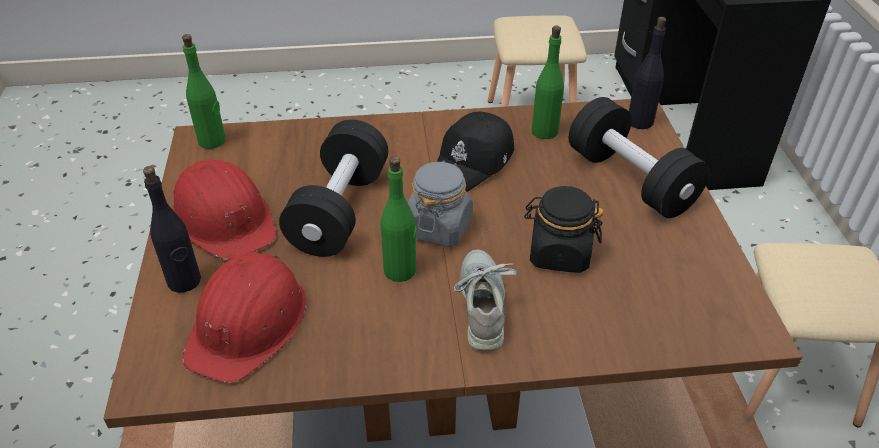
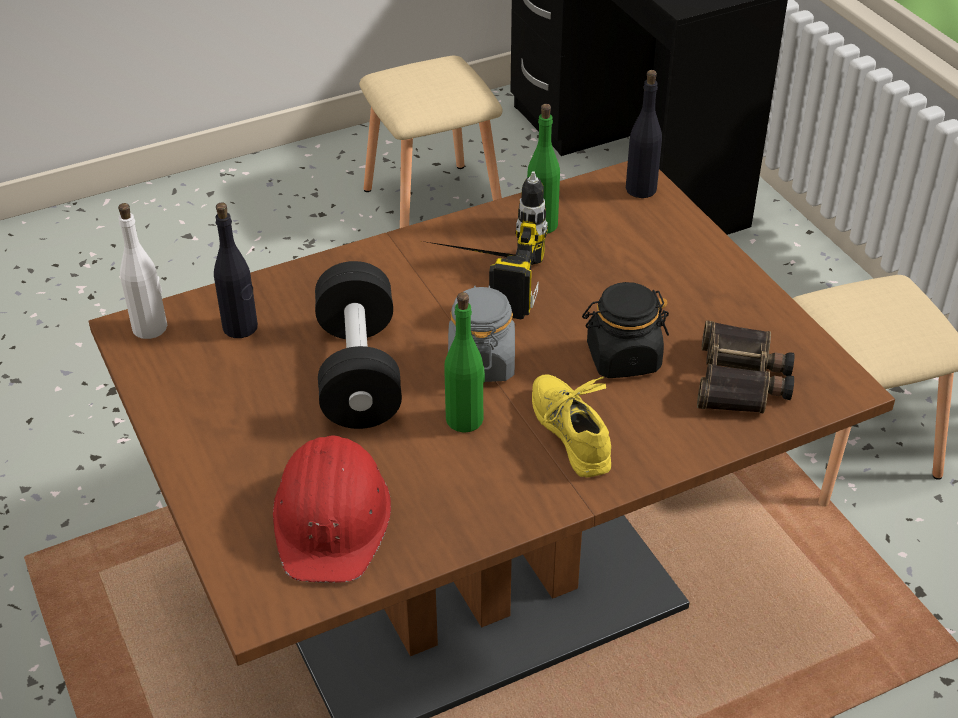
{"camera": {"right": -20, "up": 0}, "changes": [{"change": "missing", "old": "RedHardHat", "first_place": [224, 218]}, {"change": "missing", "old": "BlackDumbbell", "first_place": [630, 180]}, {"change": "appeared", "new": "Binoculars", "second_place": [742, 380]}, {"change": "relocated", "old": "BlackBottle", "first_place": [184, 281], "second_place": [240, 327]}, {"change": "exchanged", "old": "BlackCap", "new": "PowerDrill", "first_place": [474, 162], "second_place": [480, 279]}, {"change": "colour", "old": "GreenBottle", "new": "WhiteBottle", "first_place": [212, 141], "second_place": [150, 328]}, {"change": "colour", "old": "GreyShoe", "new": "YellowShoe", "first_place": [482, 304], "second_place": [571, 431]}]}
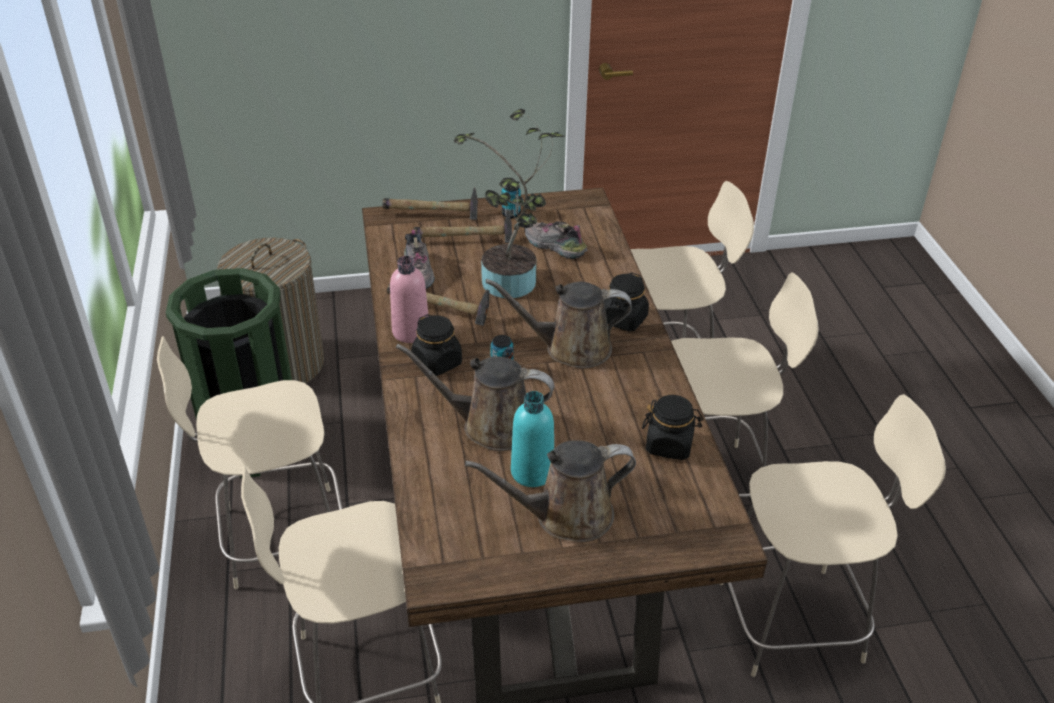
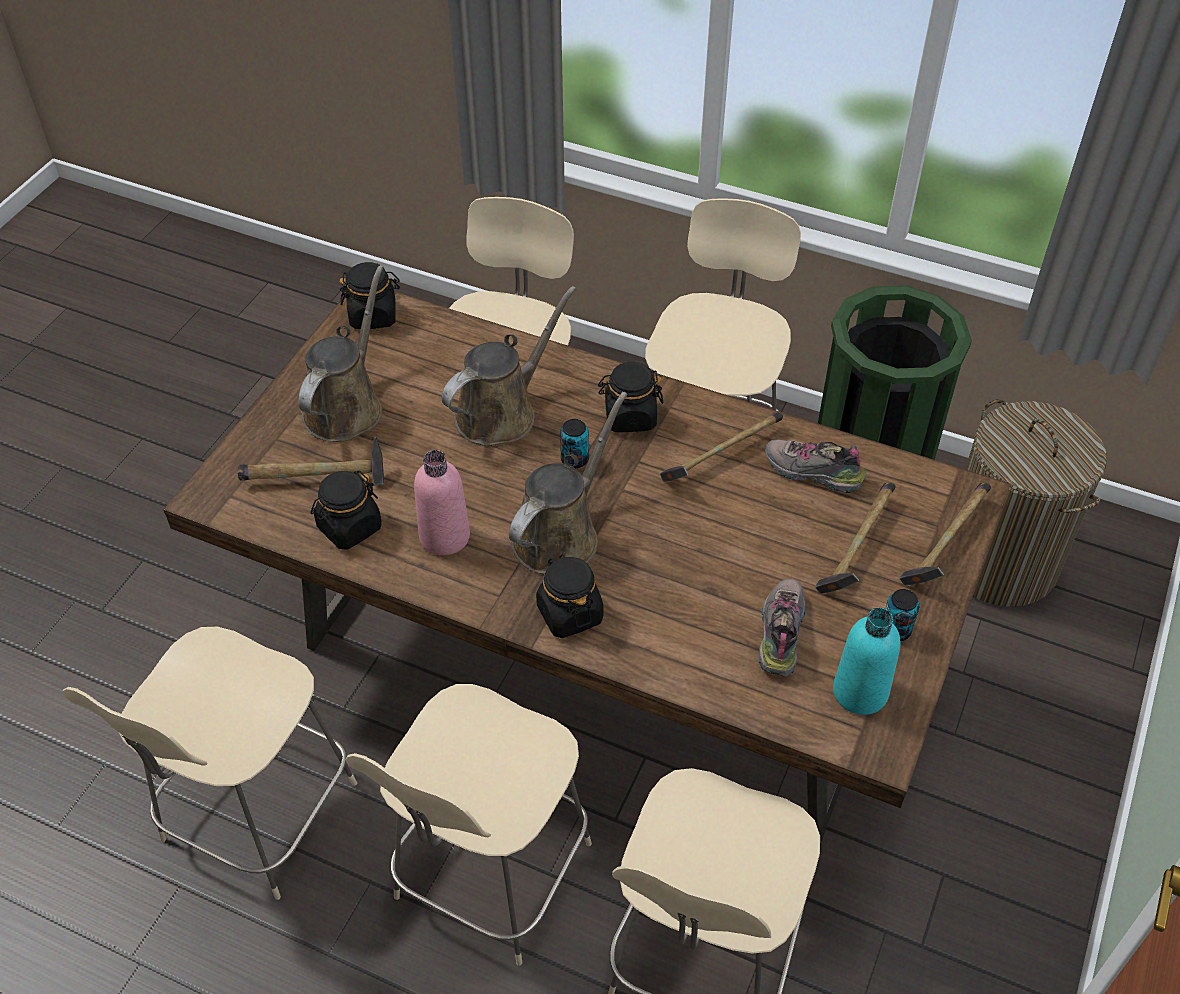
{"camera": {"right": 125, "up": 10}, "changes": [{"change": "missing", "old": "PottedPlant", "first_place": [511, 286]}, {"change": "appeared", "new": "Hammer", "second_place": [318, 480]}, {"change": "appeared", "new": "BlackJar", "second_place": [373, 315]}, {"change": "relocated", "old": "PinkBottle", "first_place": [411, 332], "second_place": [444, 536]}, {"change": "relocated", "old": "TurquoiseBottle", "first_place": [532, 472], "second_place": [860, 692]}, {"change": "spun", "old": "Shoe", "first_place": [553, 246], "second_place": [779, 632], "degrees": -60}]}
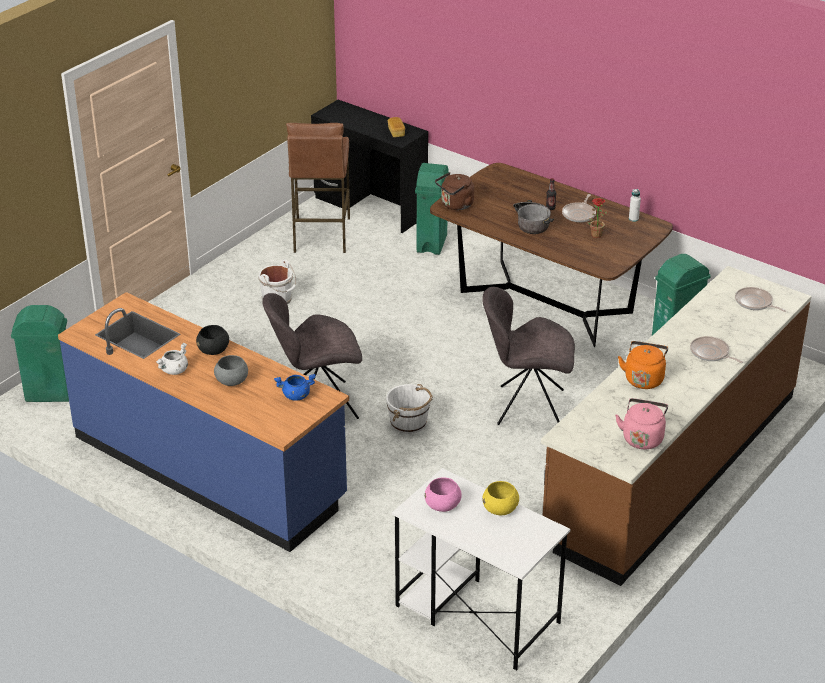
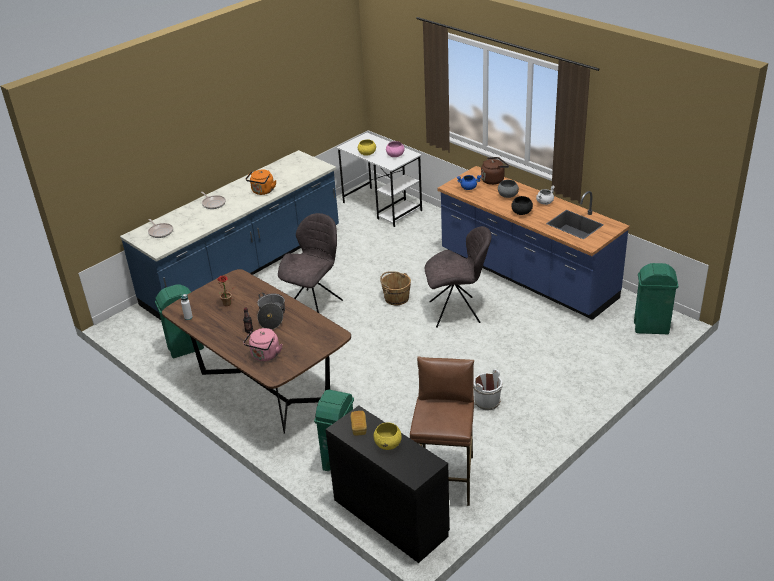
{"camera": {"right": -170, "up": 0}, "changes": [{"change": "missing", "old": "FryingPan", "first_place": [579, 214]}, {"change": "appeared", "new": "YellowBowl", "second_place": [388, 444]}, {"change": "relocated", "old": "BrownKettle", "first_place": [455, 205], "second_place": [493, 180]}, {"change": "relocated", "old": "PinkKettle", "first_place": [642, 438], "second_place": [265, 356]}, {"change": "colour", "old": "WhiteBucket", "new": "BrownBucket", "first_place": [409, 423], "second_place": [396, 298]}, {"change": "colour", "old": "BrownCounter", "new": "BlueCounter", "first_place": [671, 466], "second_place": [244, 267]}, {"change": "spun", "old": "GreyChair", "first_place": [527, 407], "second_place": [315, 305], "degrees": -75}]}
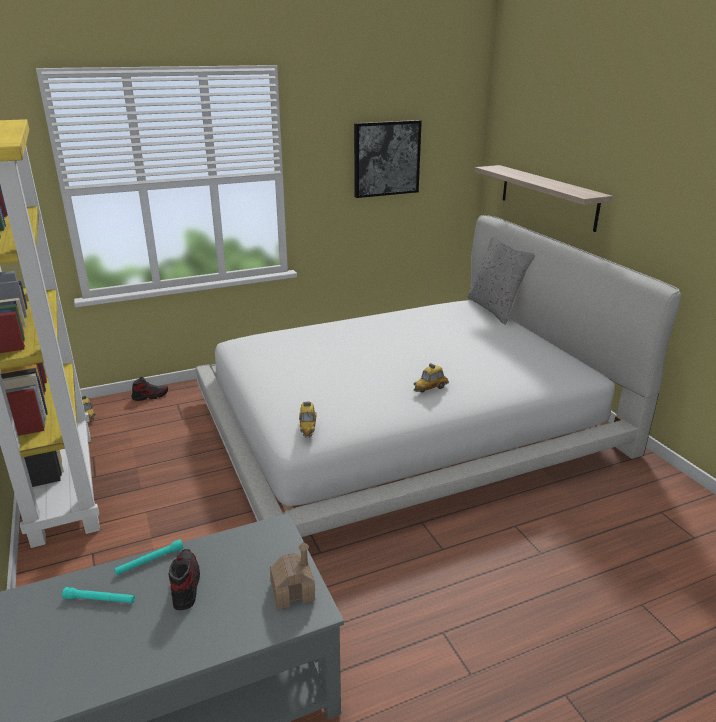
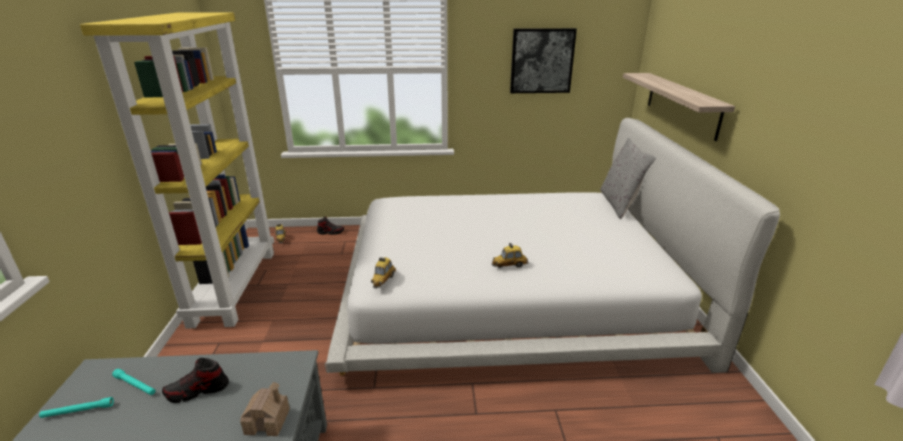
{"camera": {"right": 20, "up": 0}, "changes": [{"change": "relocated", "old": "TurquoiseFlashlight", "first_place": [150, 561], "second_place": [78, 411]}, {"change": "spun", "old": "Shoe", "first_place": [185, 585], "second_place": [198, 391], "degrees": -120}]}
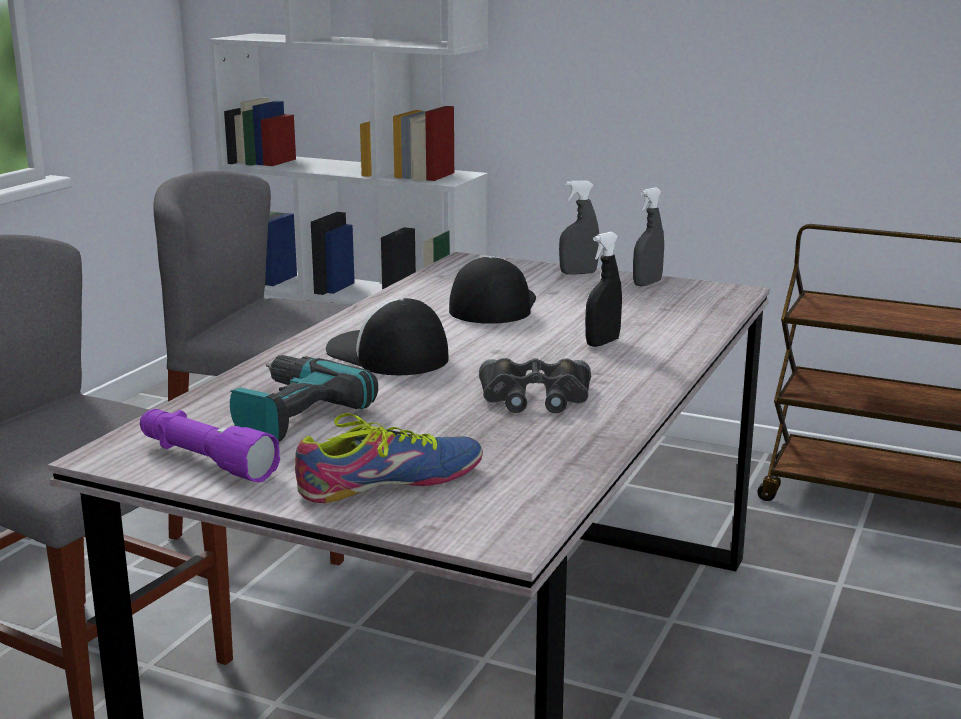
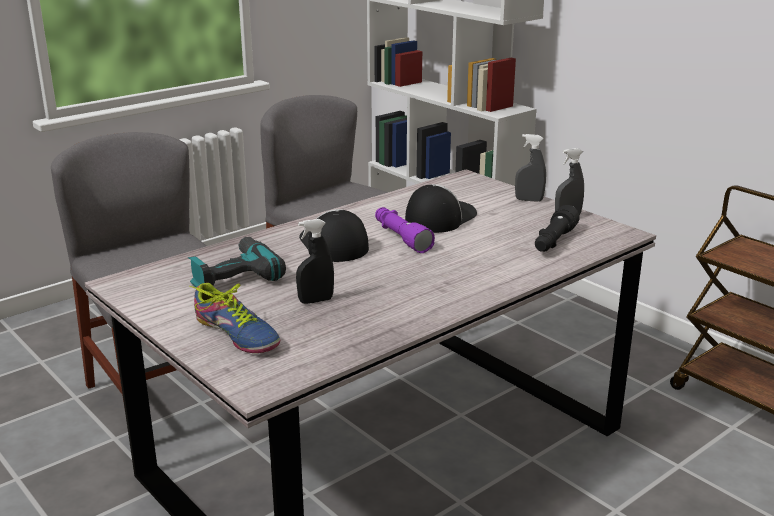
{"camera": {"right": 25, "up": 5}, "changes": [{"change": "missing", "old": "BlackBinoculars", "first_place": [535, 397]}, {"change": "appeared", "new": "BlackFlashlight", "second_place": [553, 242]}, {"change": "relocated", "old": "PurpleFlashlight", "first_place": [205, 461], "second_place": [401, 238]}, {"change": "relocated", "old": "BlackSprayBottle", "first_place": [602, 343], "second_place": [316, 300]}, {"change": "spun", "old": "Shoe", "first_place": [389, 481], "second_place": [237, 334], "degrees": 45}]}
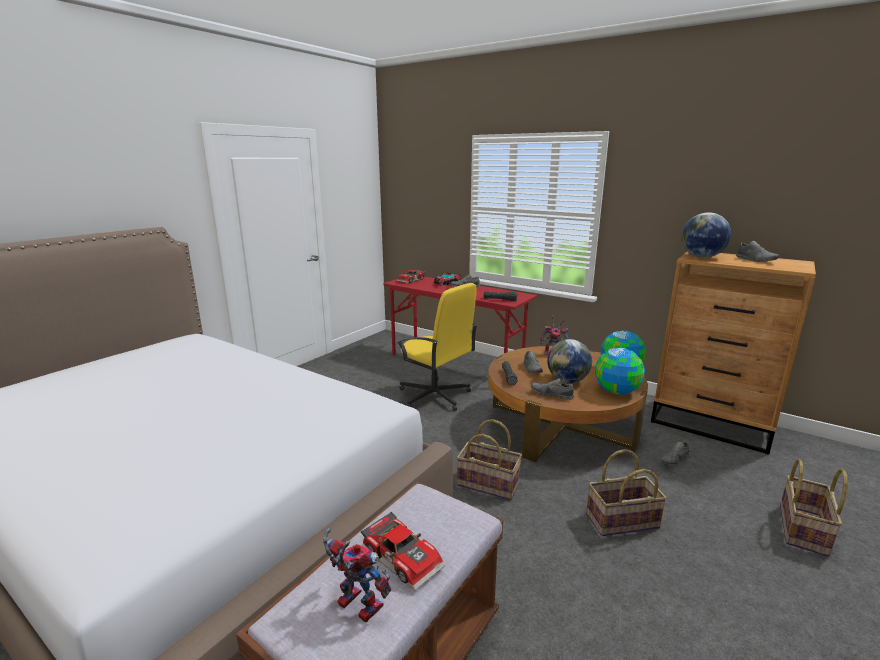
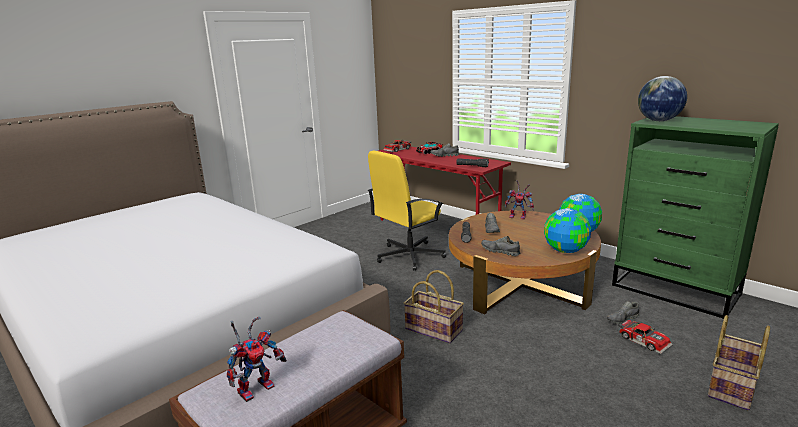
{"camera": {"right": 10, "up": 0}, "changes": [{"change": "missing", "old": "Globe", "first_place": [567, 381]}, {"change": "missing", "old": "Basket", "first_place": [622, 521]}, {"change": "missing", "old": "GreyShoe", "first_place": [755, 260]}, {"change": "relocated", "old": "ToyCar", "first_place": [404, 556], "second_place": [644, 340]}, {"change": "colour", "old": "BrownDresser", "new": "GreenDresser", "first_place": [712, 424], "second_place": [676, 290]}, {"change": "spun", "old": "ToyRobot", "first_place": [354, 605], "second_place": [257, 386], "degrees": 90}, {"change": "spun", "old": "YellowOfficeChair", "first_place": [435, 396], "second_place": [409, 256], "degrees": 90}]}
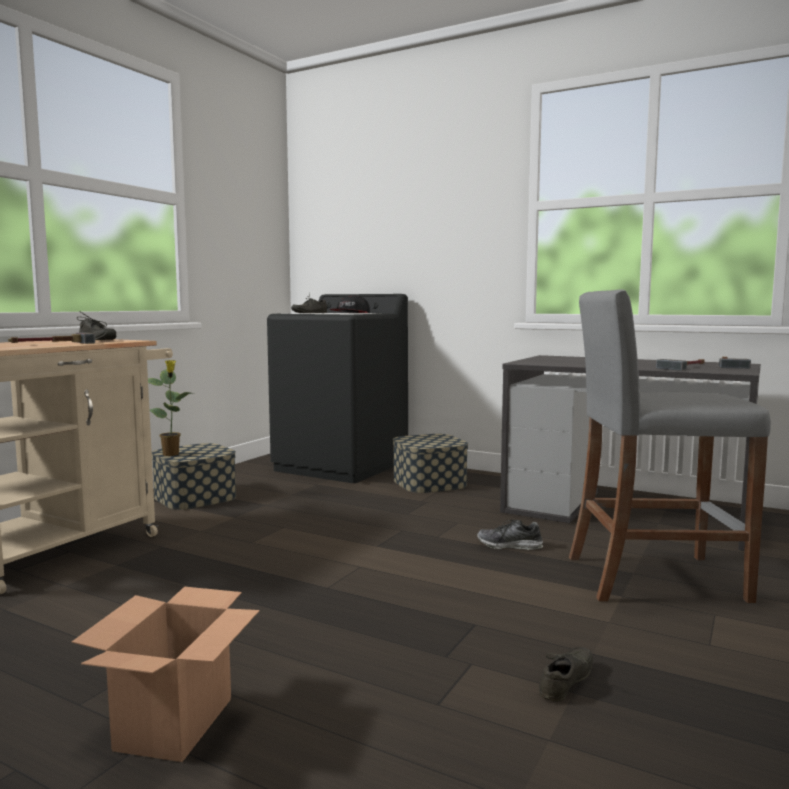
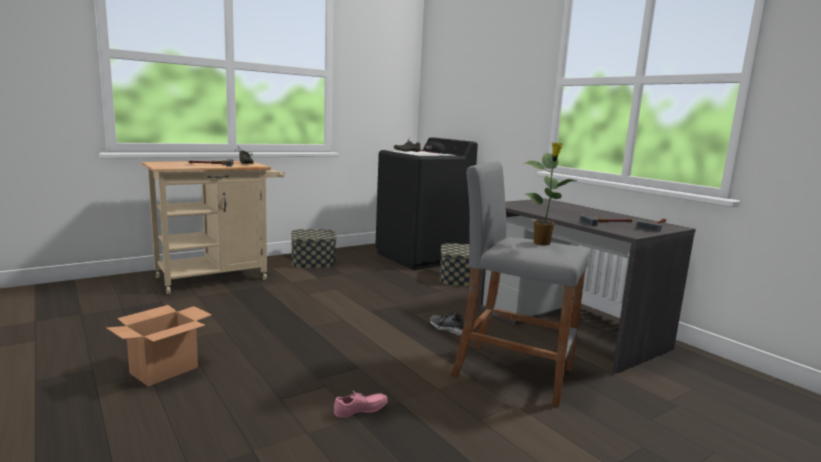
{"camera": {"right": 25, "up": 5}, "changes": [{"change": "relocated", "old": "PottedPlant", "first_place": [171, 454], "second_place": [542, 243]}, {"change": "colour", "old": "GreyShoe", "new": "PinkShoe", "first_place": [569, 682], "second_place": [361, 411]}]}
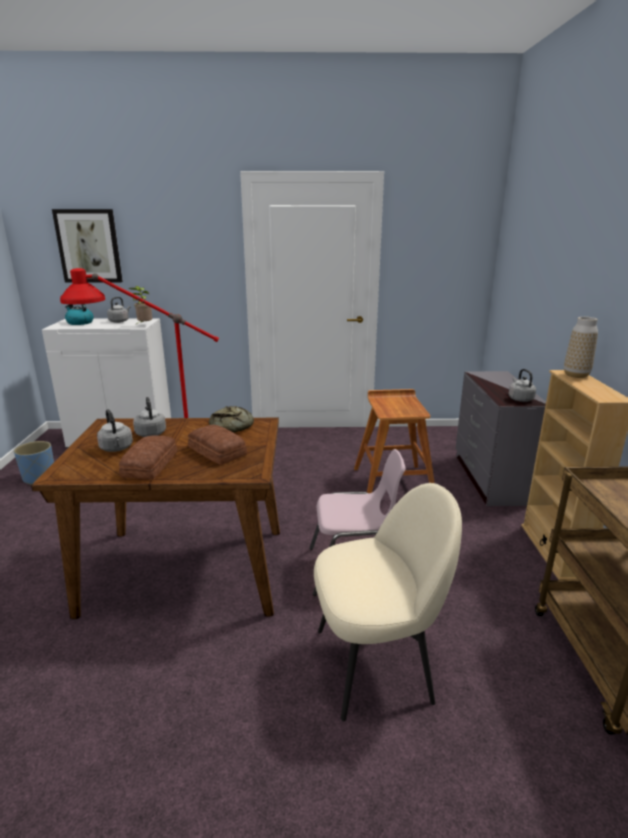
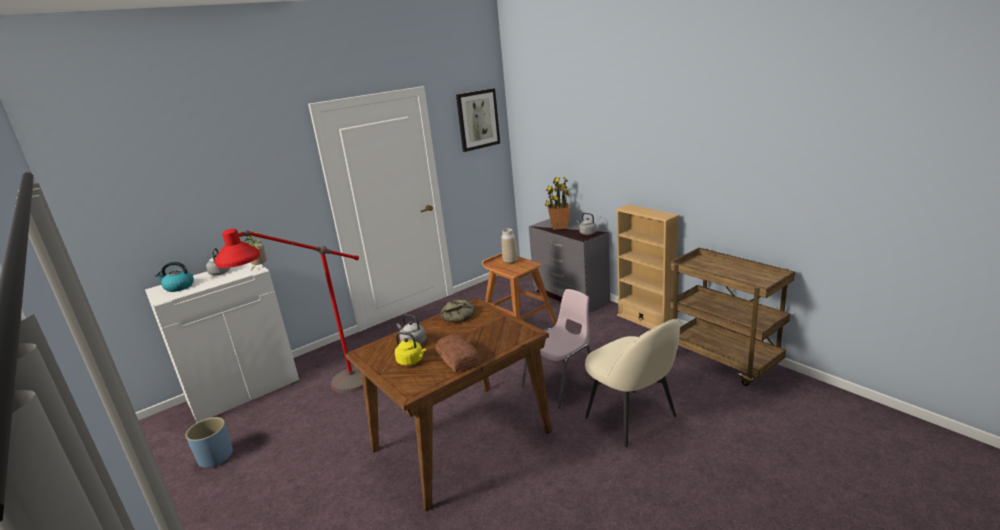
{"camera": {"right": -35, "up": 0}, "changes": [{"change": "missing", "old": "Bread", "first_place": [216, 452]}, {"change": "appeared", "new": "PottedPlant", "second_place": [559, 226]}, {"change": "relocated", "old": "Picture", "first_place": [89, 246], "second_place": [478, 119]}, {"change": "relocated", "old": "Vase", "first_place": [576, 375], "second_place": [510, 262]}, {"change": "colour", "old": "GreyKettle", "new": "YellowKettle", "first_place": [117, 448], "second_place": [411, 361]}, {"change": "spun", "old": "BeigeChair", "first_place": [376, 663], "second_place": [632, 418], "degrees": 105}]}
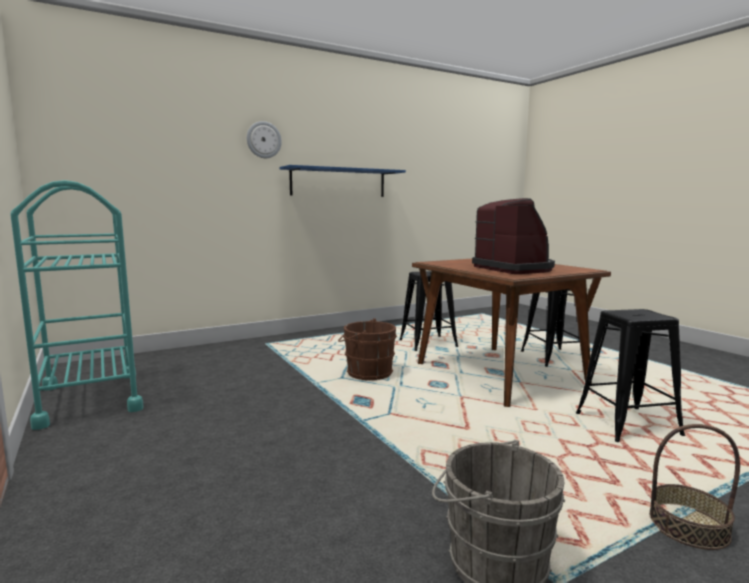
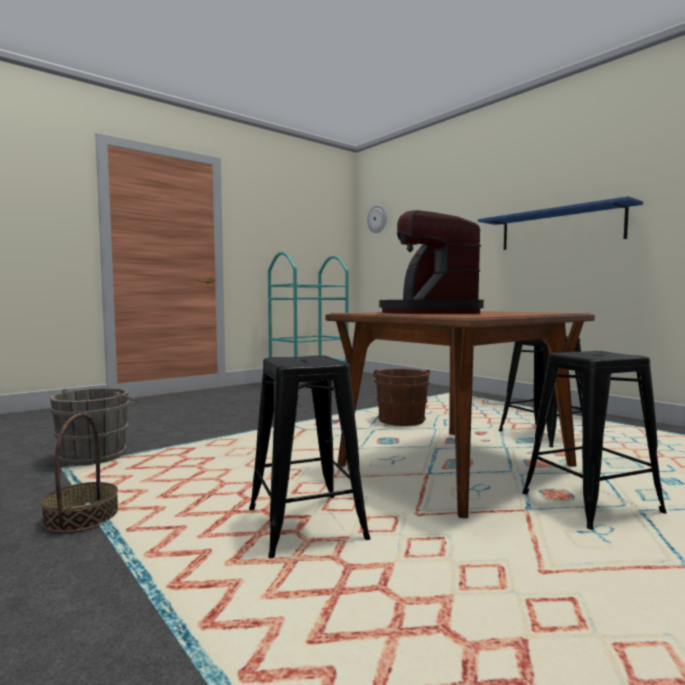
{"camera": {"right": 80, "up": -5}, "changes": [{"change": "relocated", "old": "WallClock", "first_place": [263, 140], "second_place": [377, 219]}, {"change": "spun", "old": "CoffeeMachine", "first_place": [514, 269], "second_place": [428, 313], "degrees": 120}]}
